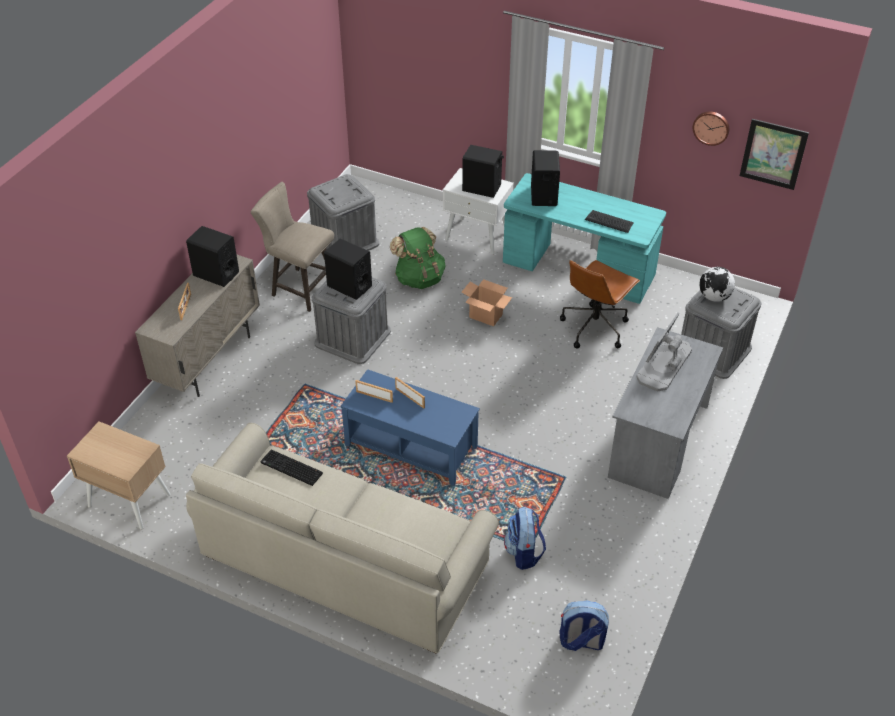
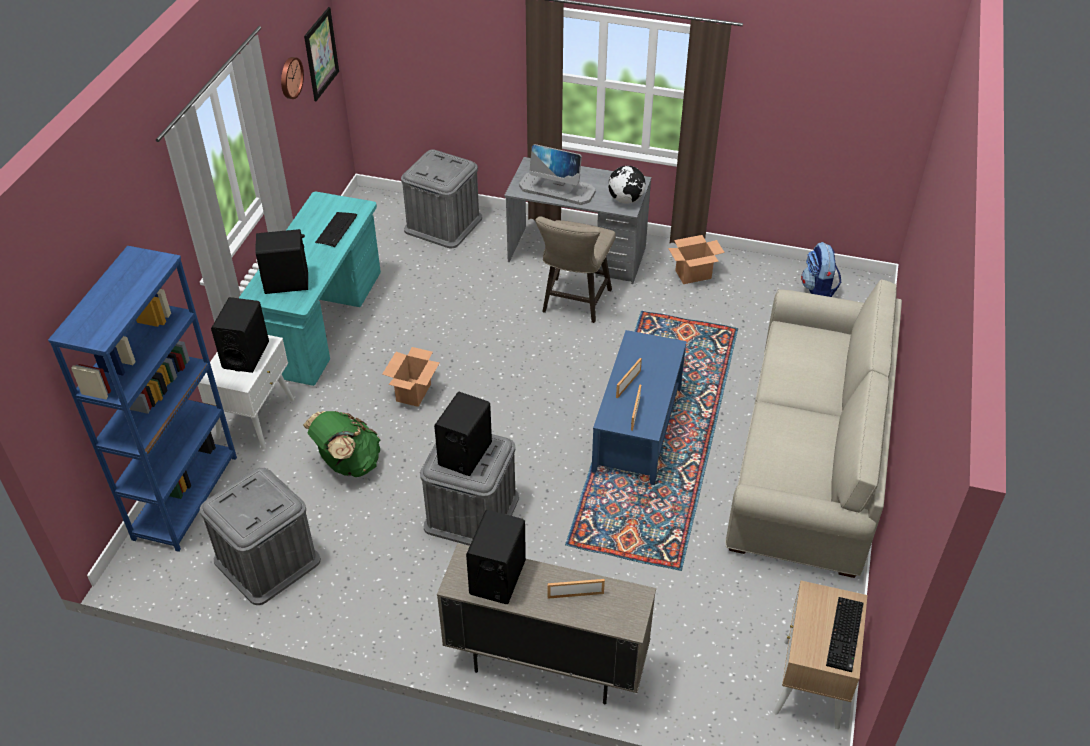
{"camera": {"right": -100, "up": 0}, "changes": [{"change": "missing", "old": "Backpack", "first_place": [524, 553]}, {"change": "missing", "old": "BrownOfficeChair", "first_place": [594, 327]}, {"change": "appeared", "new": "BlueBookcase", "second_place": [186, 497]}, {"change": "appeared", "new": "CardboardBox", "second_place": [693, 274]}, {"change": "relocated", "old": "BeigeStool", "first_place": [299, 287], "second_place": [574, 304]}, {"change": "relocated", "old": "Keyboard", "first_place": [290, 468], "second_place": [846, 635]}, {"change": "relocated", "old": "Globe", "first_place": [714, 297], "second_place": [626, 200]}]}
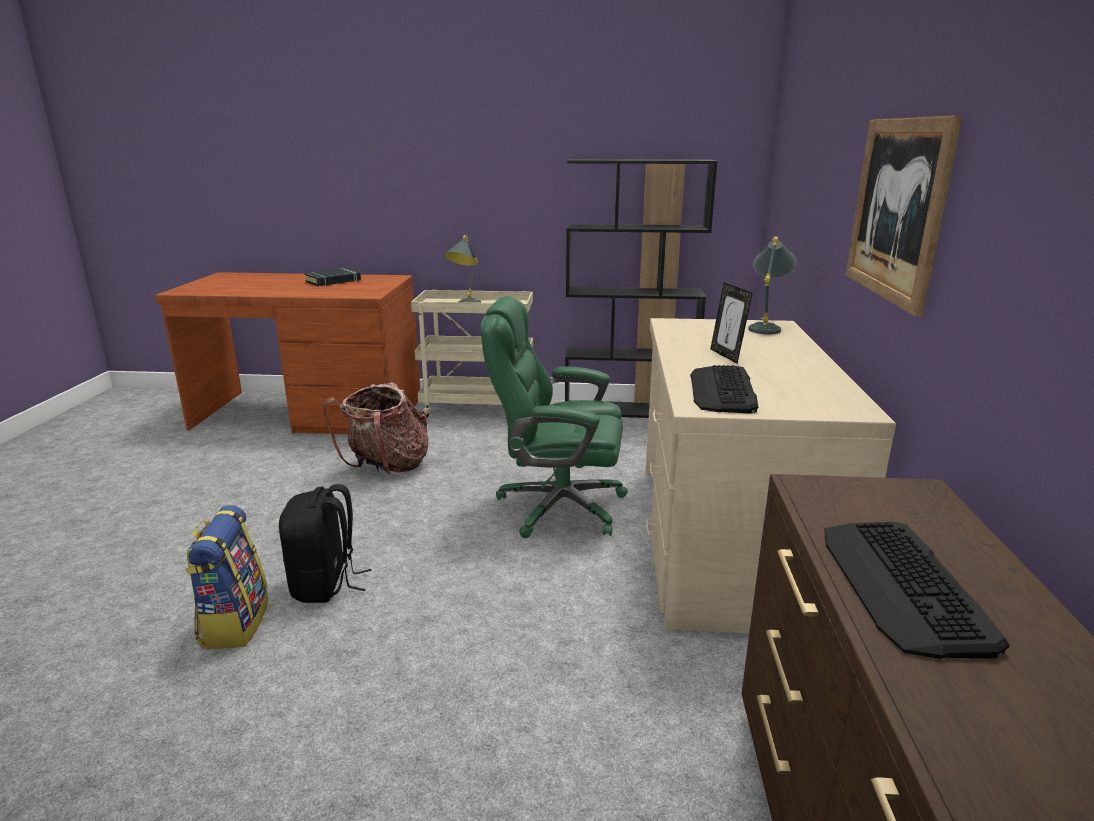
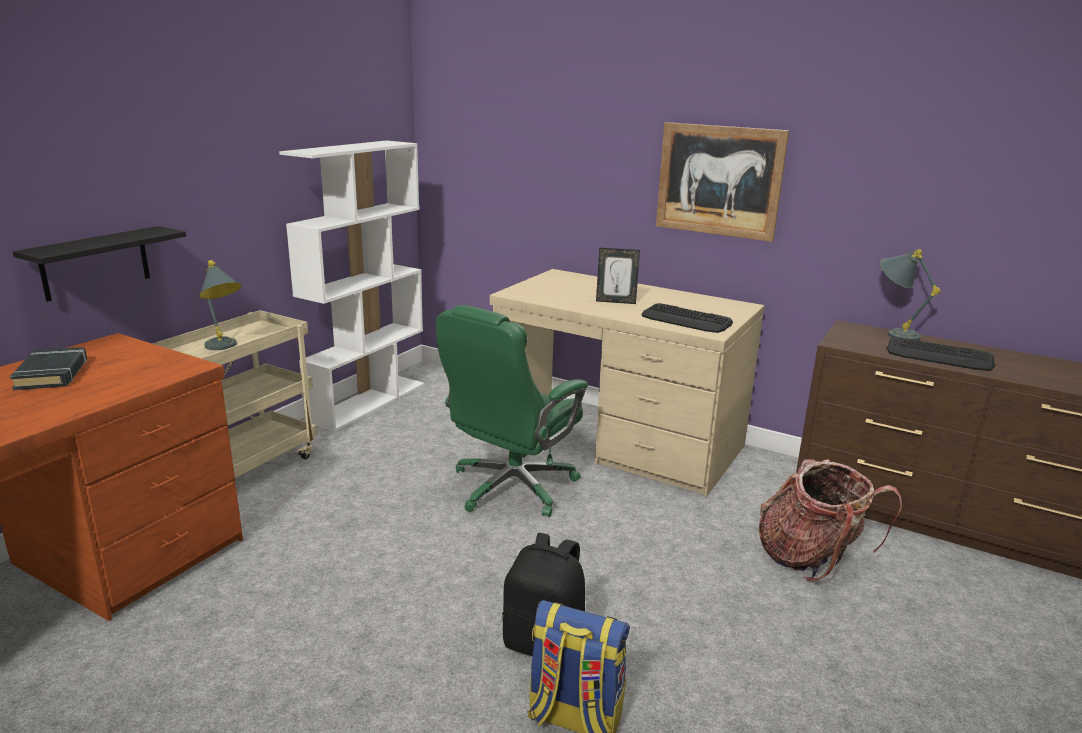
{"camera": {"right": -65, "up": 0}, "changes": [{"change": "appeared", "new": "BlackShelf", "second_place": [95, 263]}, {"change": "relocated", "old": "Backpack", "first_place": [387, 466], "second_place": [811, 559]}, {"change": "relocated", "old": "GreyTableLamp", "first_place": [766, 327], "second_place": [892, 333]}, {"change": "colour", "old": "BlackBookcase", "new": "WhiteBookcase", "first_place": [629, 410], "second_place": [368, 402]}]}
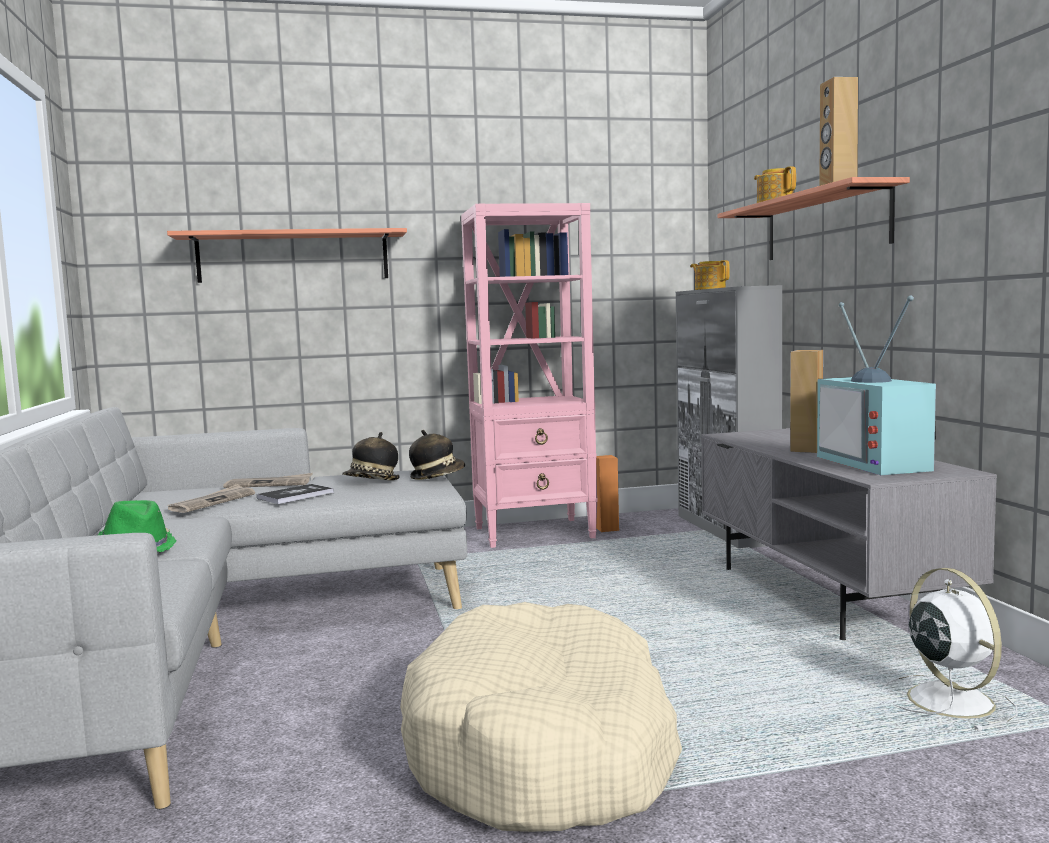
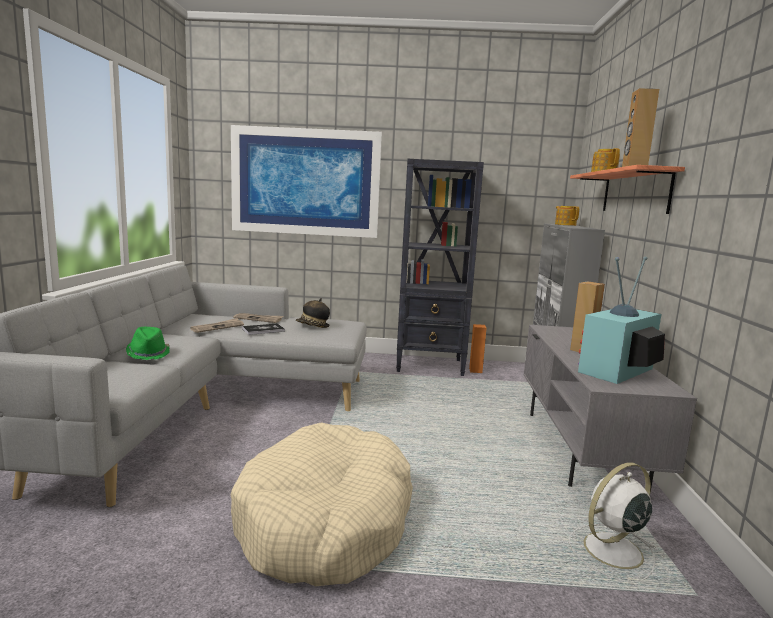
{"camera": {"right": 15, "up": 5}, "changes": [{"change": "missing", "old": "Hat", "first_place": [437, 476]}, {"change": "exchanged", "old": "Shelf", "new": "Picture", "first_place": [293, 257], "second_place": [306, 182]}, {"change": "colour", "old": "PinkBookcase", "new": "BlackBookcase", "first_place": [535, 533], "second_place": [430, 365]}, {"change": "spun", "old": "Television", "first_place": [879, 463], "second_place": [619, 372], "degrees": 45}, {"change": "spun", "old": "WhiteFan", "first_place": [947, 699], "second_place": [611, 551], "degrees": -120}]}
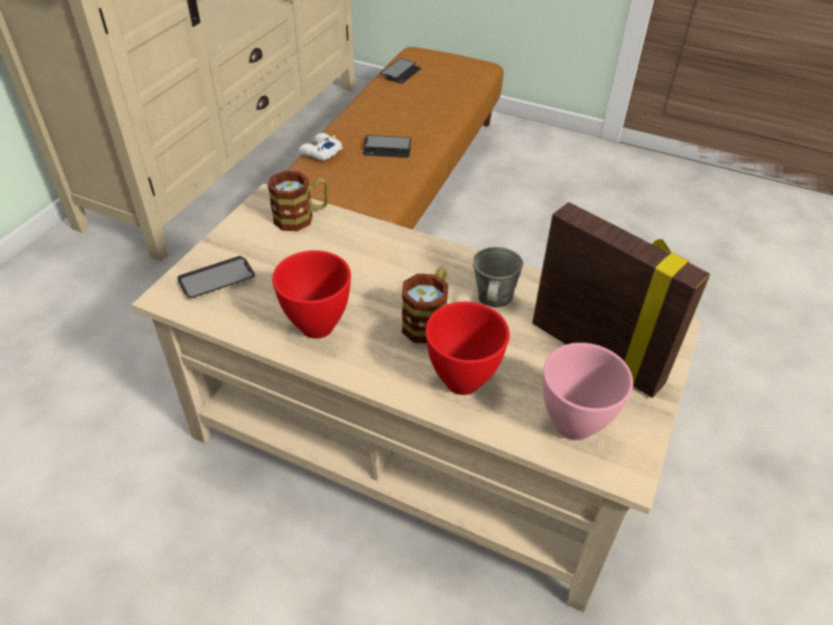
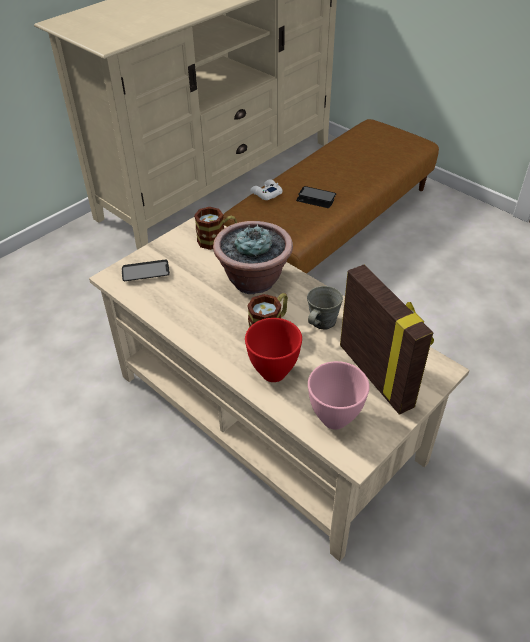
{"camera": {"right": 20, "up": 0}, "changes": [{"change": "missing", "old": "RedBowl", "first_place": [318, 327]}, {"change": "missing", "old": "Phone", "first_place": [401, 72]}, {"change": "appeared", "new": "PottedPlant", "second_place": [253, 280]}]}
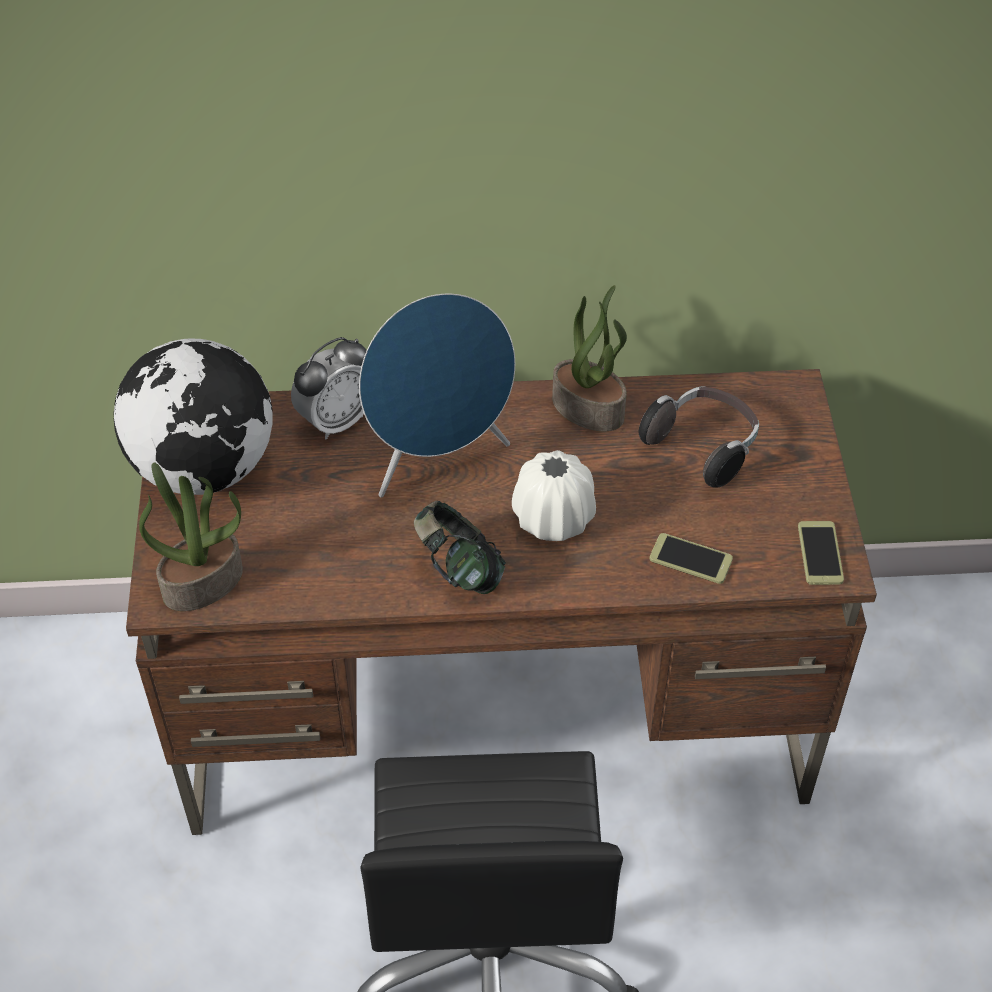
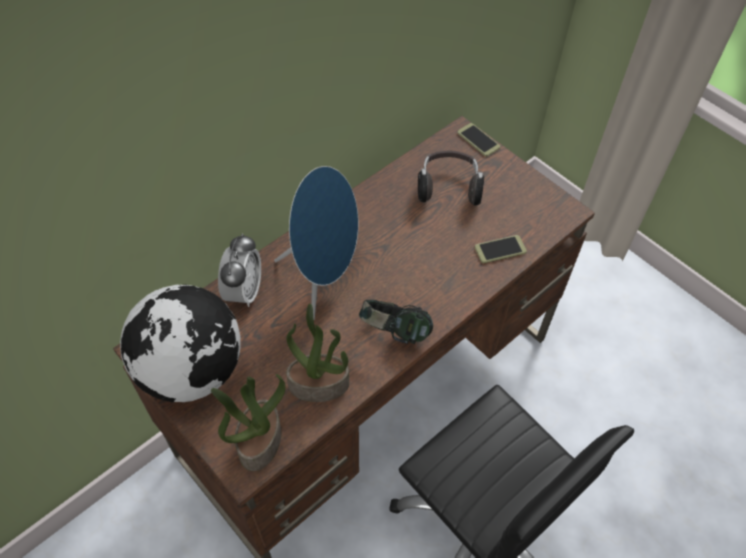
{"camera": {"right": -40, "up": 5}, "changes": [{"change": "missing", "old": "WhiteVase", "first_place": [553, 519]}, {"change": "relocated", "old": "PottedPlant", "first_place": [589, 408], "second_place": [319, 384]}, {"change": "relocated", "old": "Phone", "first_place": [820, 553], "second_place": [478, 140]}]}
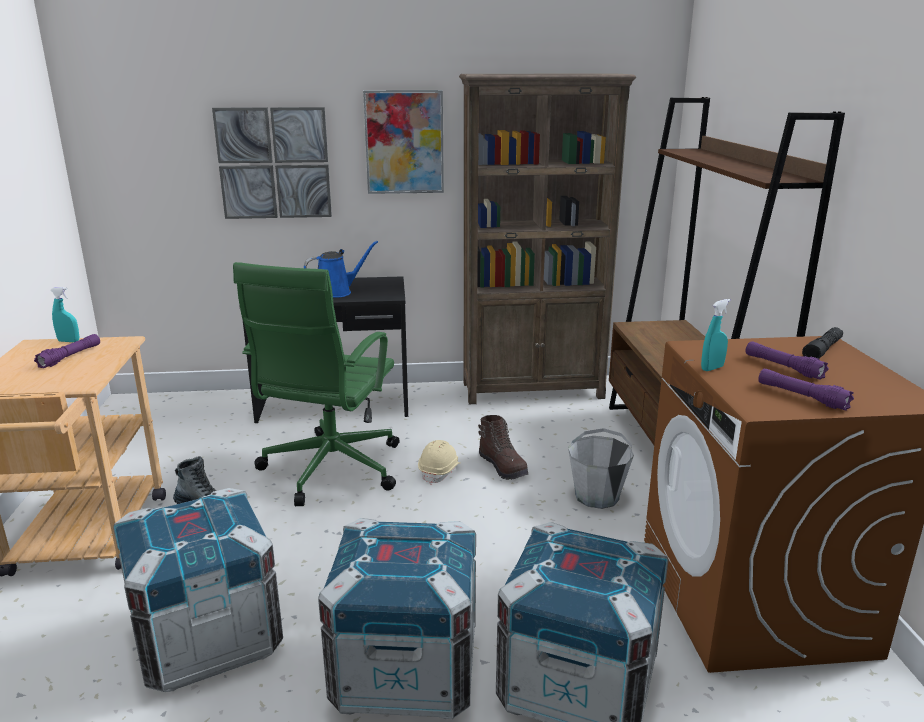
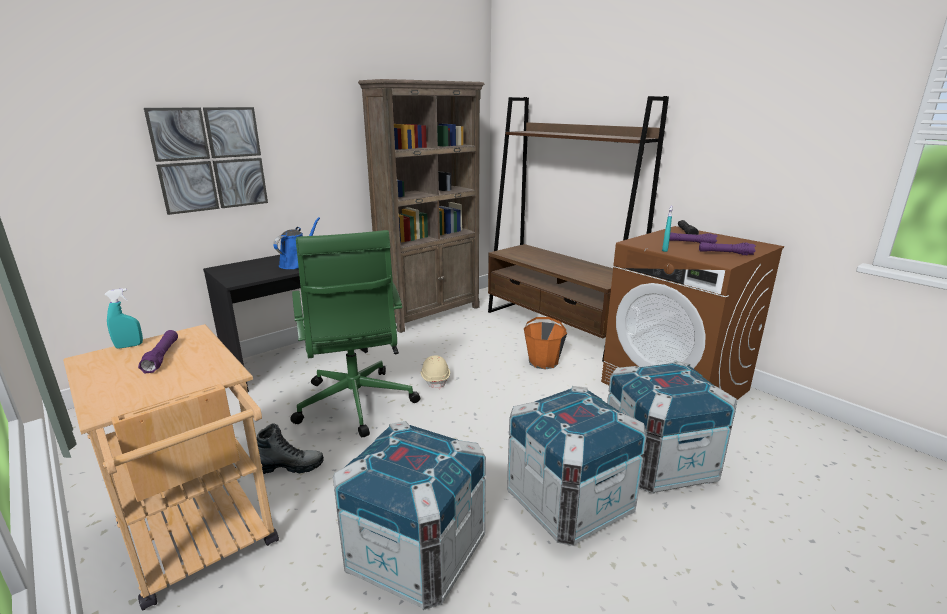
{"camera": {"right": -35, "up": 0}, "changes": [{"change": "missing", "old": "Picture", "first_place": [404, 142]}, {"change": "missing", "old": "BrownBoot", "first_place": [503, 467]}, {"change": "colour", "old": "GreyBucket", "new": "OrangeBucket", "first_place": [597, 496], "second_place": [543, 362]}]}
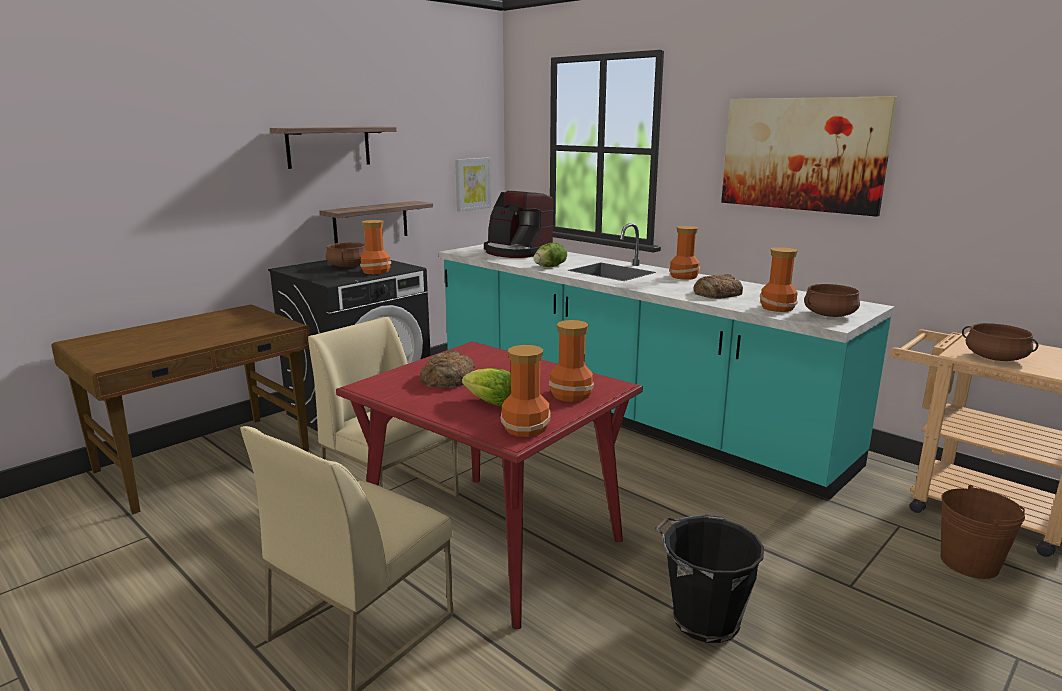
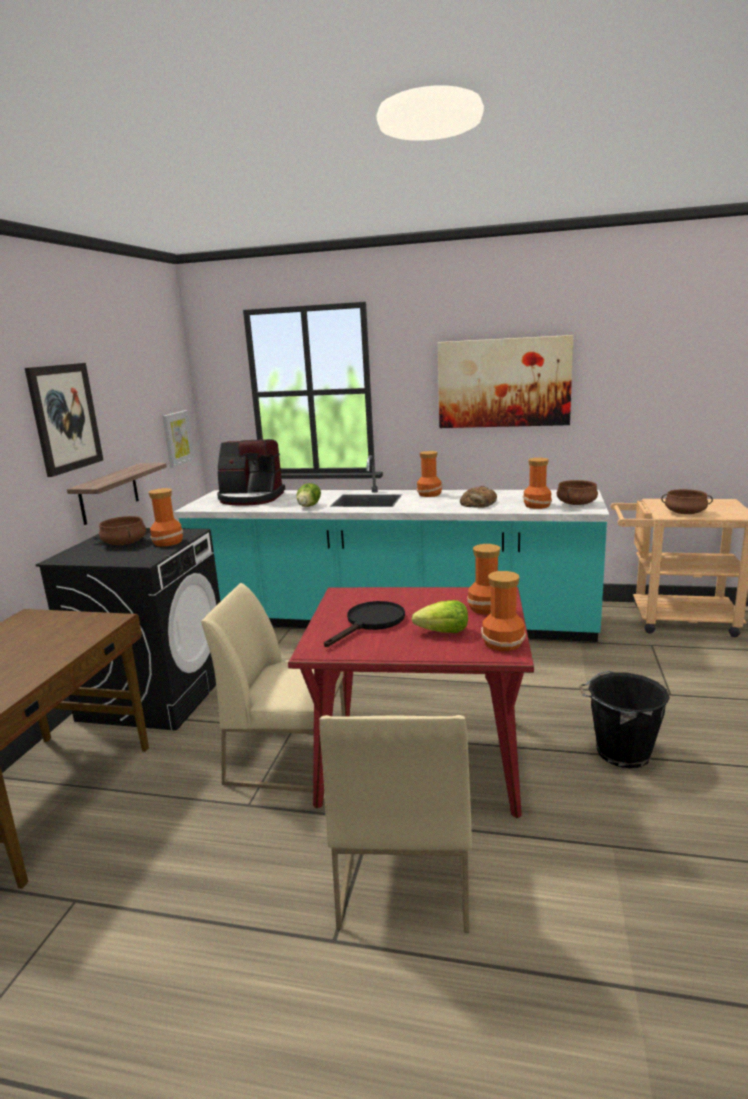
{"camera": {"right": -30, "up": 0}, "changes": [{"change": "missing", "old": "BrownBucket", "first_place": [969, 563]}, {"change": "exchanged", "old": "Shelf", "new": "Picture", "first_place": [328, 147], "second_place": [65, 418]}, {"change": "exchanged", "old": "Bread", "new": "BlackFryingPan", "first_place": [448, 378], "second_place": [371, 623]}]}
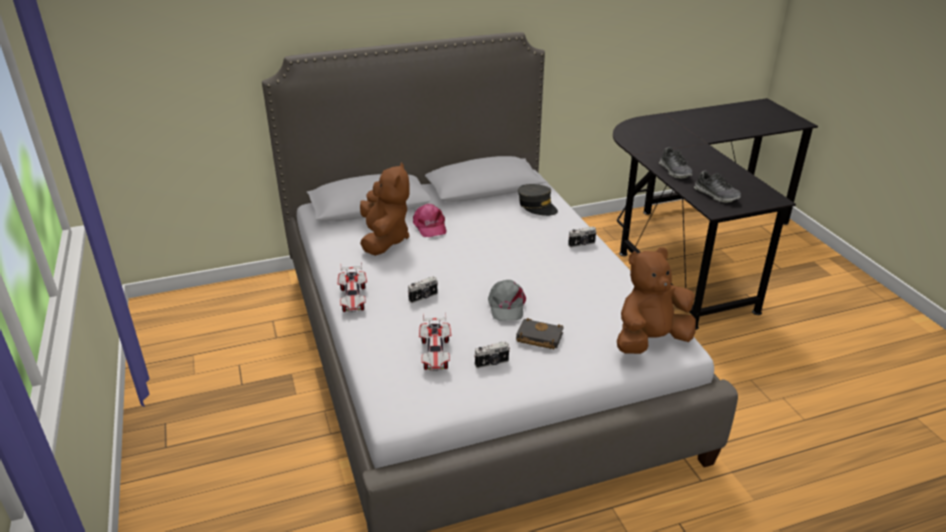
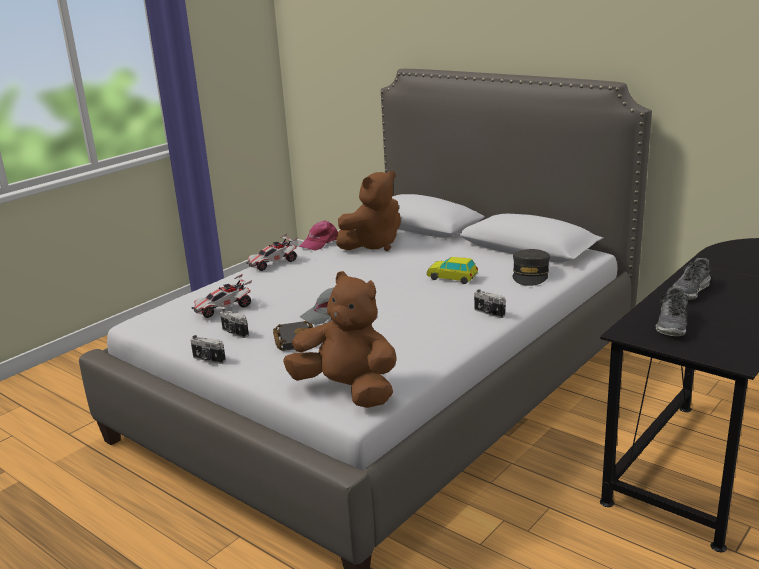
{"camera": {"right": 60, "up": -10}, "changes": [{"change": "appeared", "new": "ToyCar", "second_place": [452, 278]}, {"change": "relocated", "old": "PhotoCamera", "first_place": [423, 297], "second_place": [208, 360]}, {"change": "relocated", "old": "PinkCap", "first_place": [429, 226], "second_place": [320, 242]}]}
